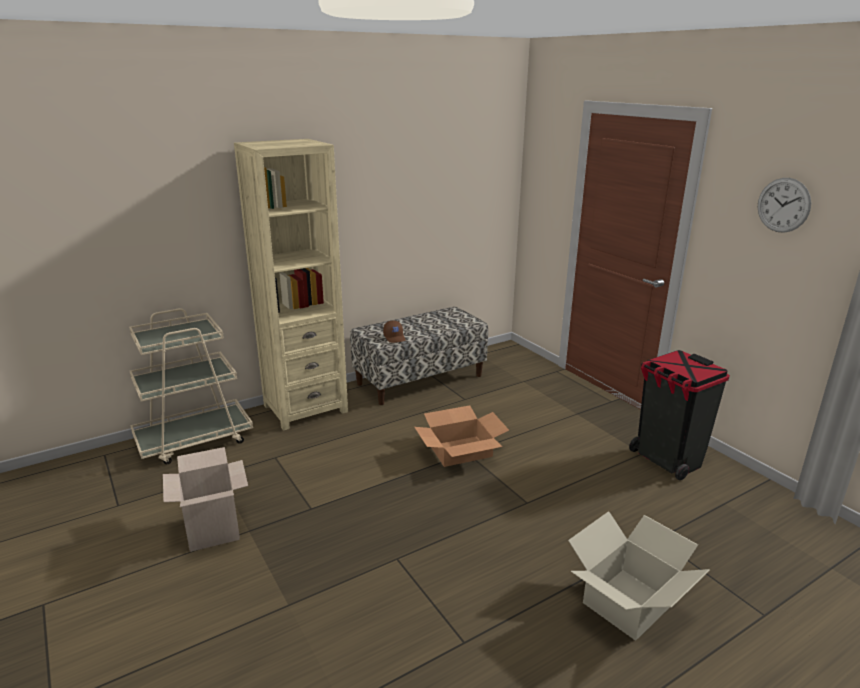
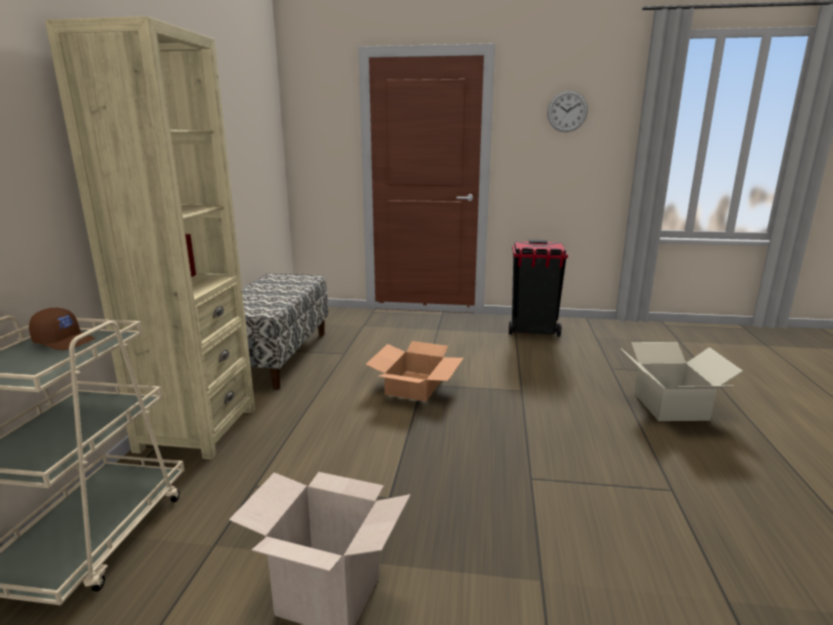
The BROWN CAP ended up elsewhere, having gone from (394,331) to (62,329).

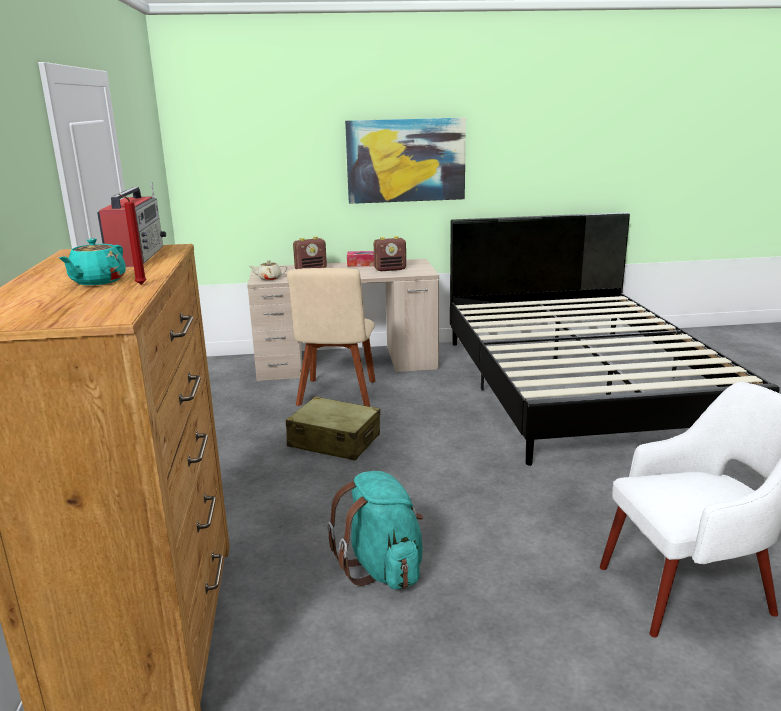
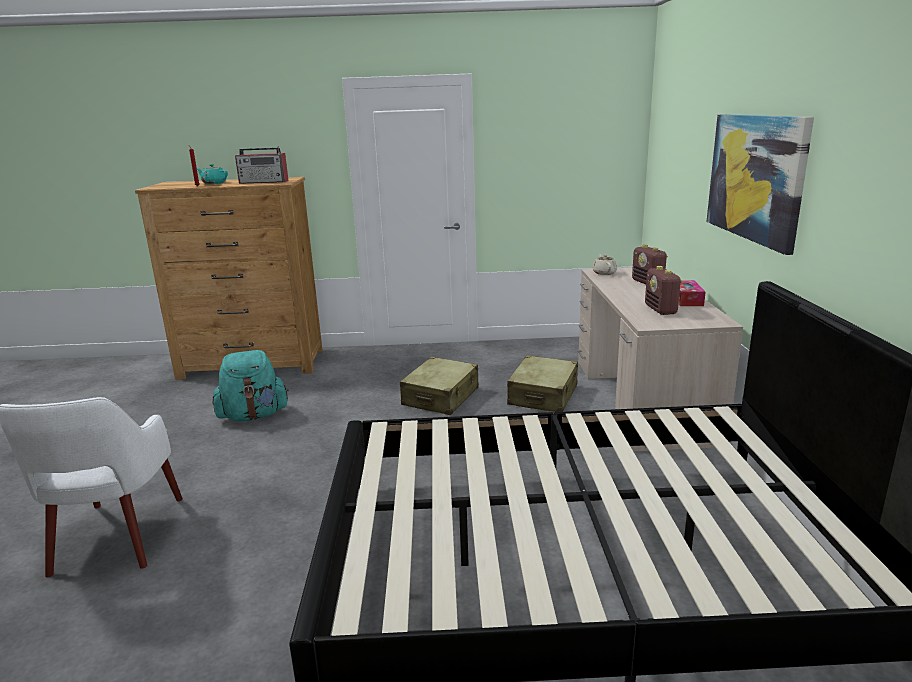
Where the BEIGE CHAIR stood at (331,337), the BEIGE SUITCASE came to stand at (542,383).

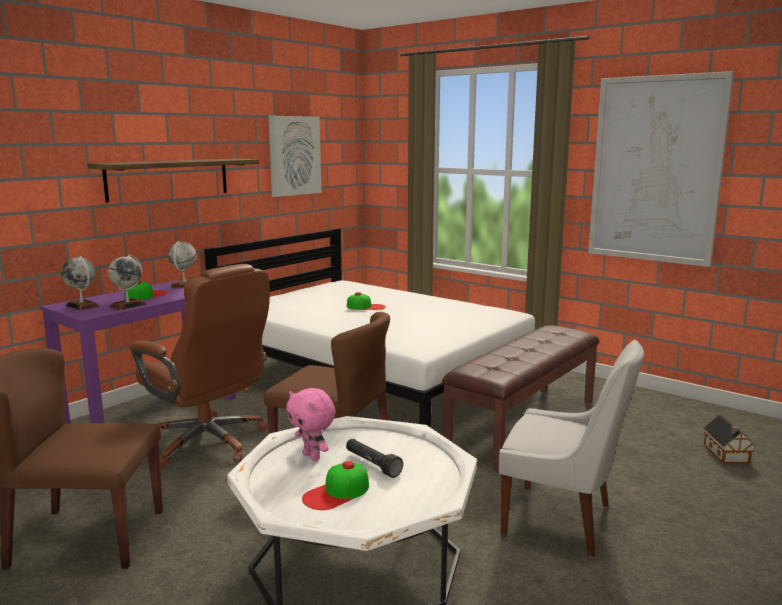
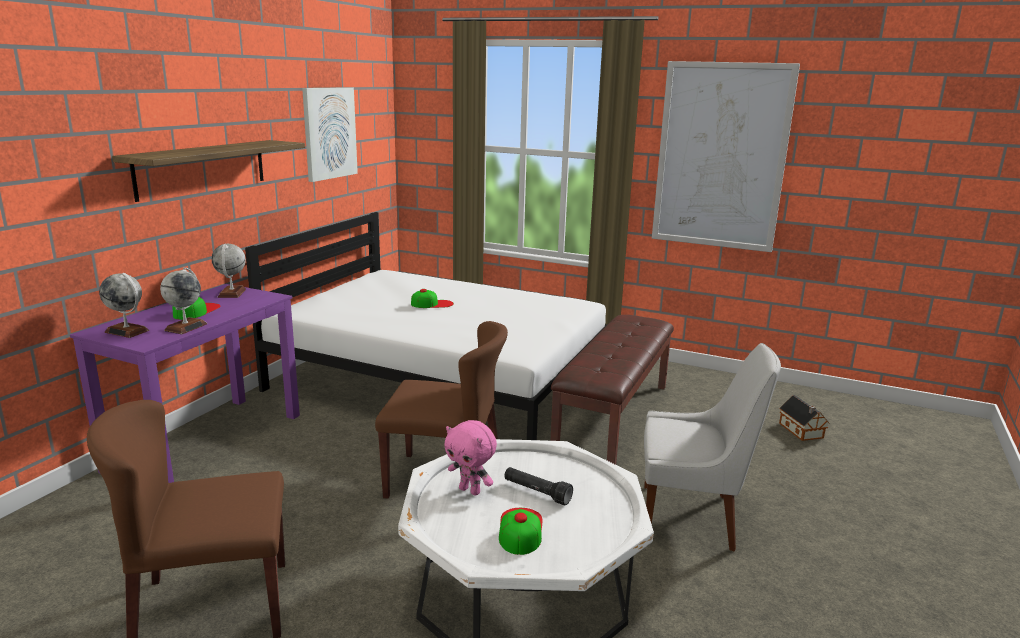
The CAP at (335,485) ended up facing another way, 150 degrees clockwise from before.
The second view lost the BROWN OFFICE CHAIR at (199,366).

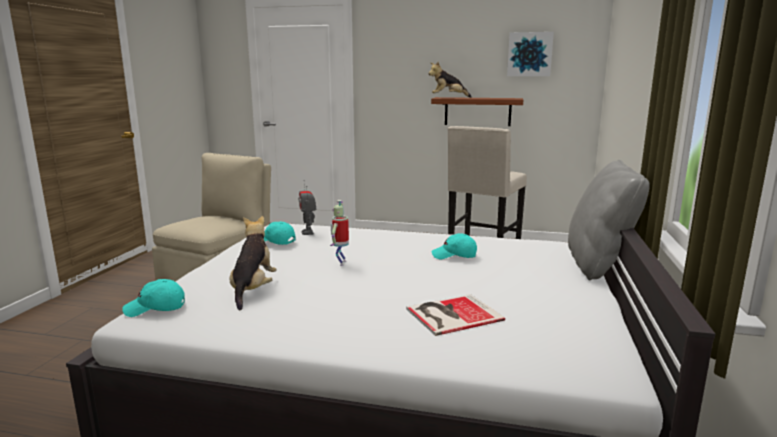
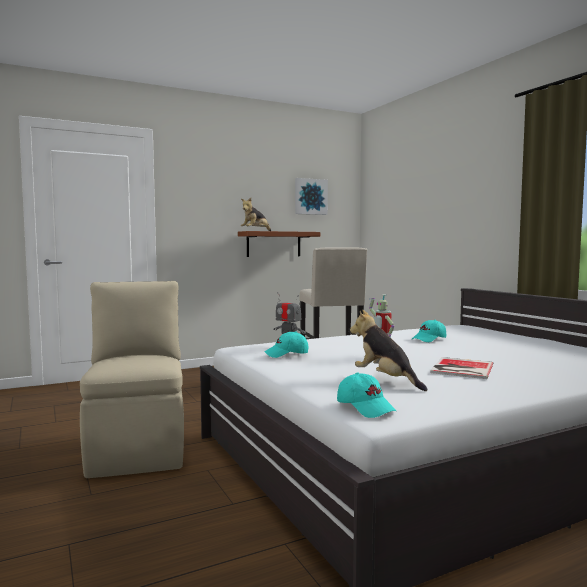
The TURQUOISE CAP at (153,298) ended up facing another way, 75 degrees counterclockwise from before.
The BOOK ended up elsewhere, having gone from (455,315) to (461,368).
The second view lost the GREY PILLOW at (609,220).

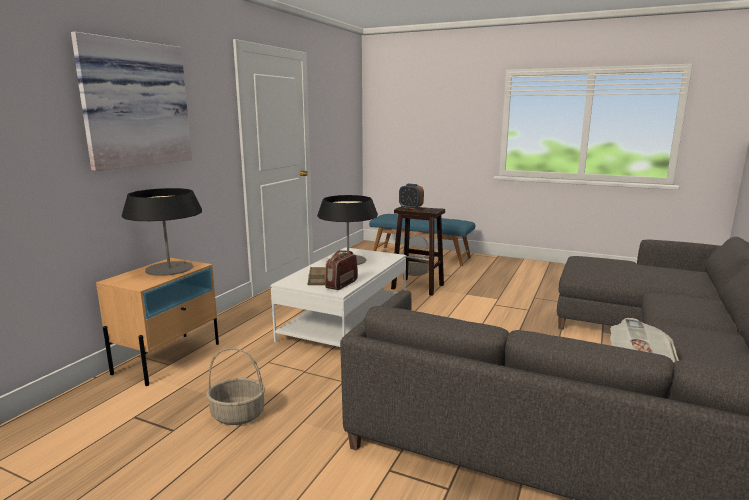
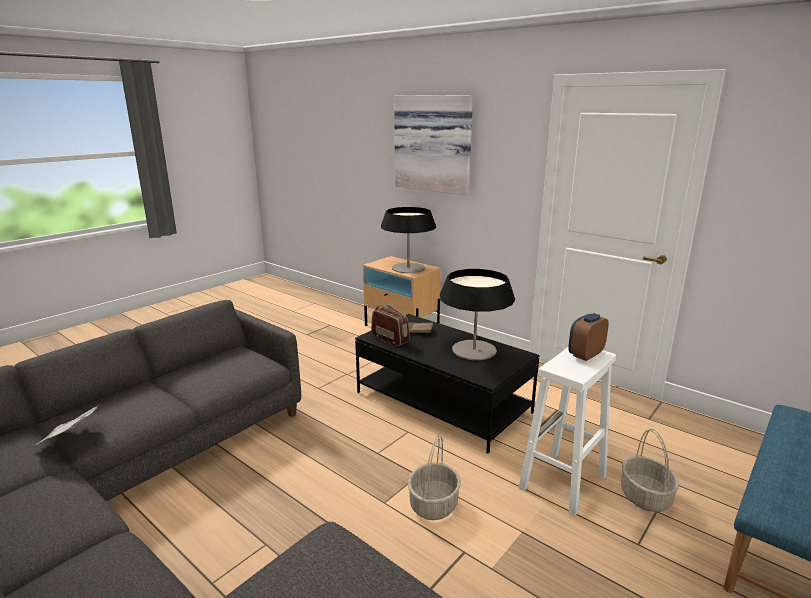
What was the WHITE COFFEE TABLE at (338,297) turned into the BLACK COFFEE TABLE at (447,383).
The BASKET ended up elsewhere, having gone from (235,386) to (434,478).
What was the BROWN STOOL at (418,251) turned into the WHITE STOOL at (567,431).

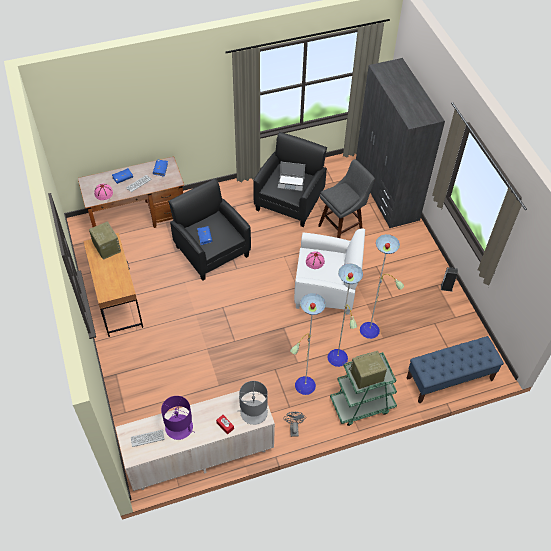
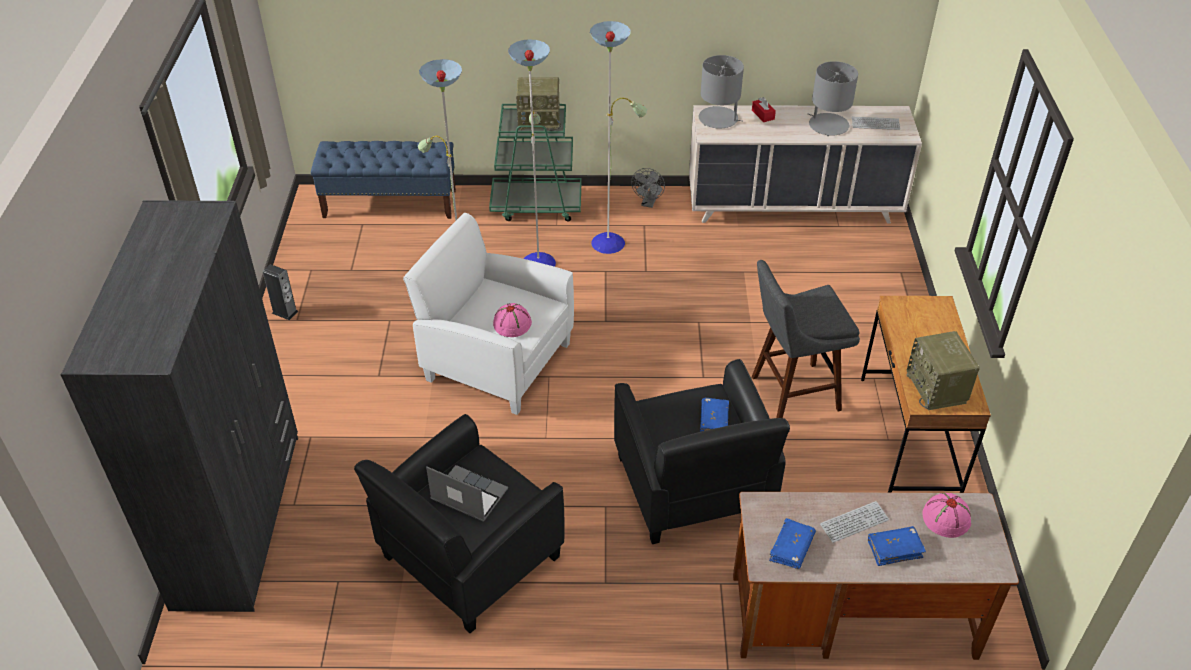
The GREY STOOL ended up elsewhere, having gone from (346,198) to (806,339).
What was the PURPLE TABLE LAMP at (177,418) turned into the GREY TABLE LAMP at (832,98).

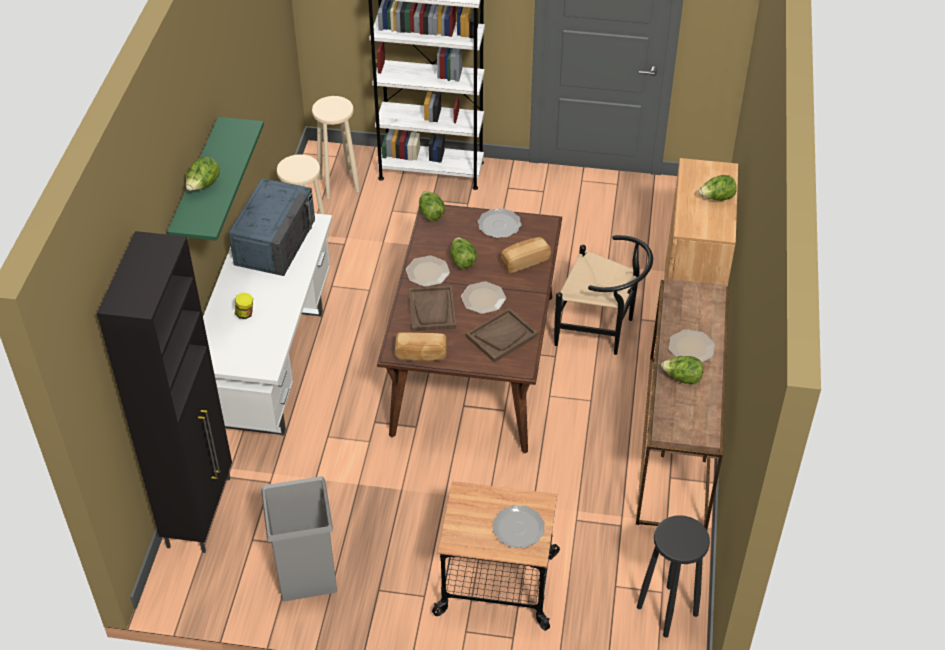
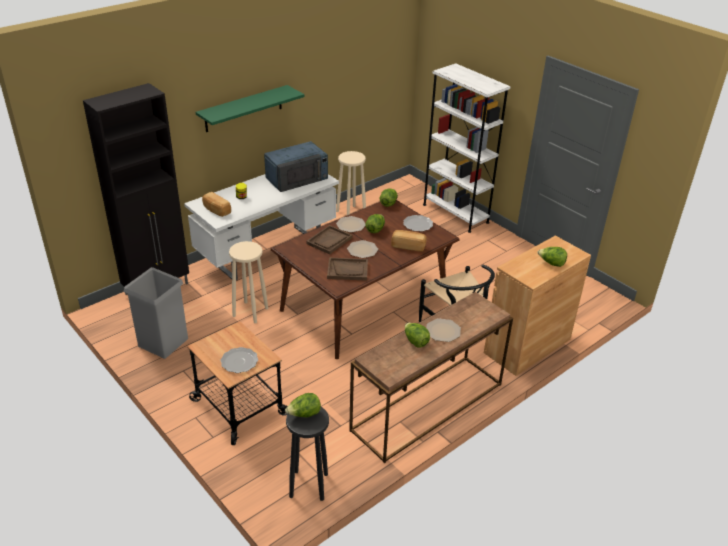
The BREAD ended up elsewhere, having gone from (421,346) to (216,204).
The BEIGE STOOL ended up elsewhere, having gone from (336,147) to (248,282).
The LETTUCE ended up elsewhere, having gone from (203,174) to (303,405).

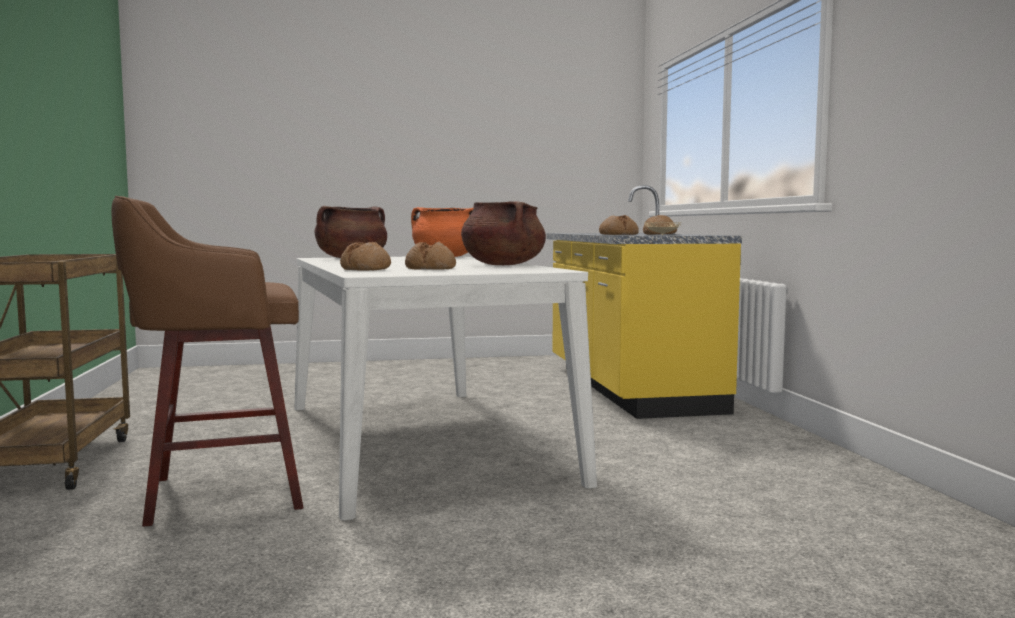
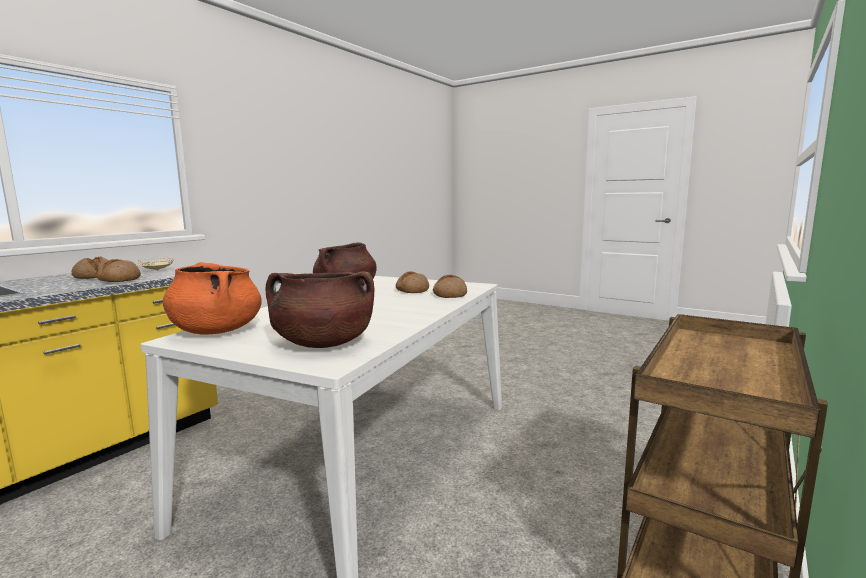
The second view lost the BROWN STOOL at (207,361).

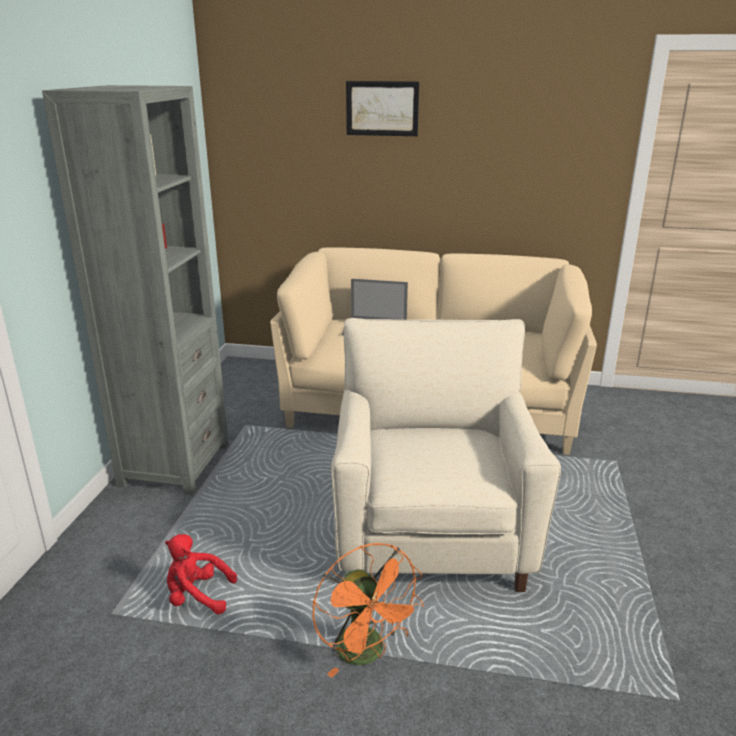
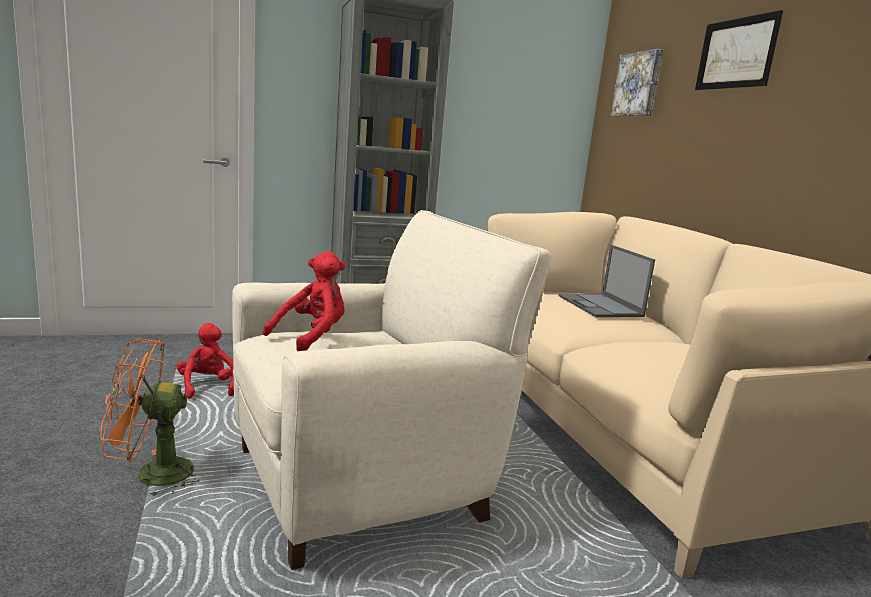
The ORANGE FAN at (368,610) ended up facing another way, 45 degrees clockwise from before.
The second view gained the RED PLUSH TOY at (304,301).
The second view gained the PICTURE at (637,82).

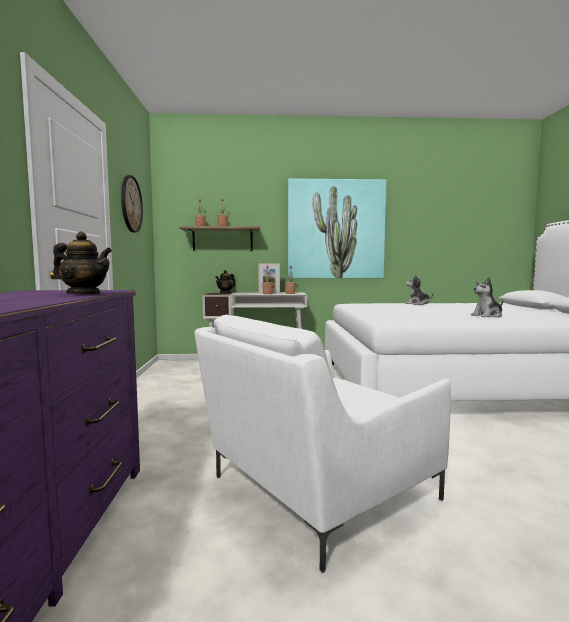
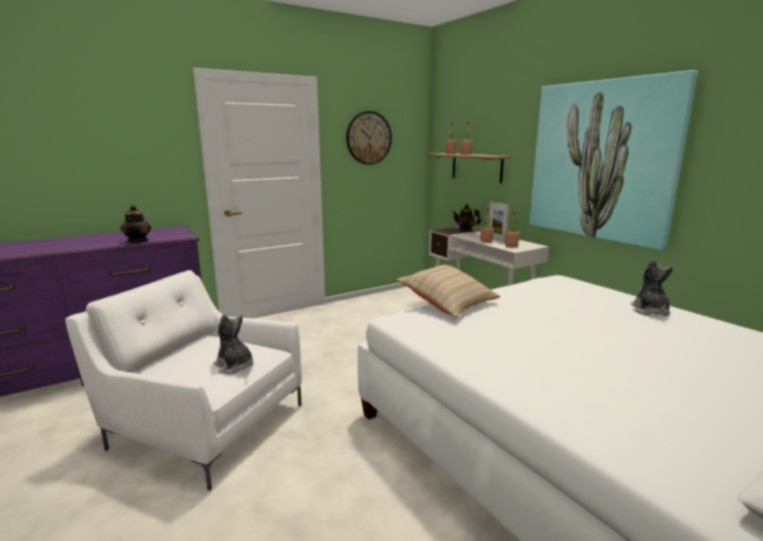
The PLUSH TOY ended up elsewhere, having gone from (487,297) to (233,344).
The second view gained the BEIGE PILLOW at (449,291).

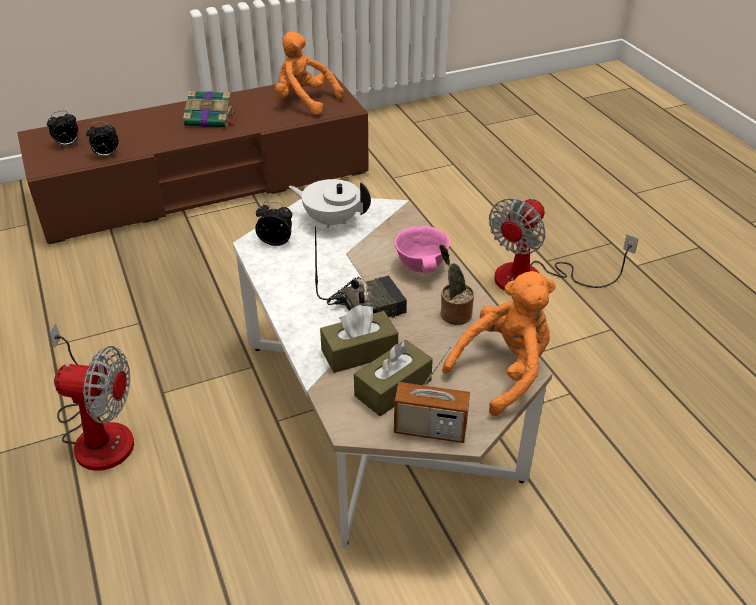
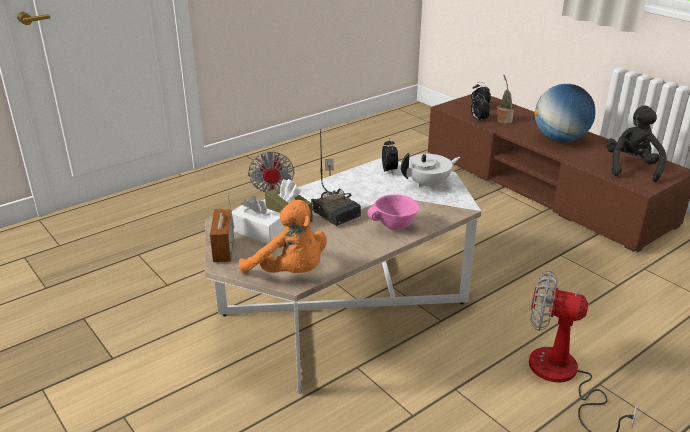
What was the BROWN TISSUE BOX at (393,378) turned into the WHITE TISSUE BOX at (259,220).
The WHITE TEAPOT at (330,204) ended up facing another way, 60 degrees clockwise from before.
The POTTED PLANT ended up elsewhere, having gone from (456,284) to (505,99).
Where the BOOK stood at (209,109), the GLOBE came to stand at (564,113).
What was the ORANGE PLUSH TOY at (309,73) turned into the BLACK PLUSH TOY at (636,143).

